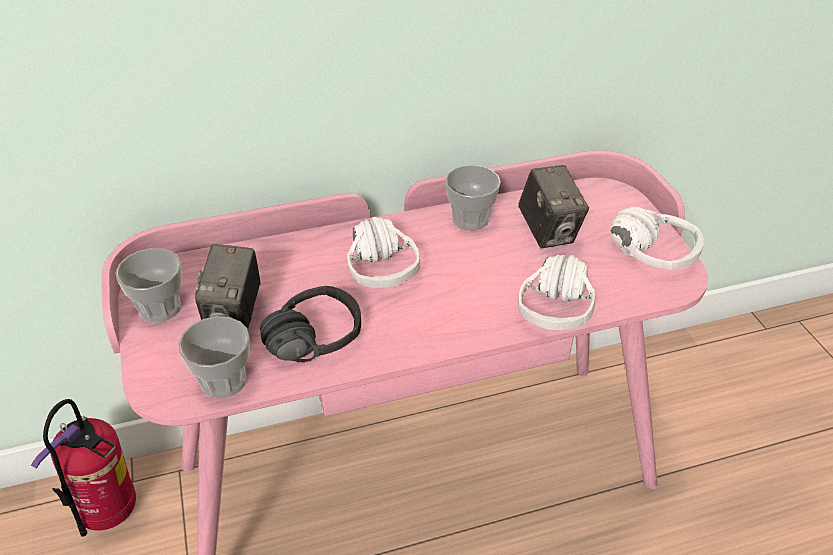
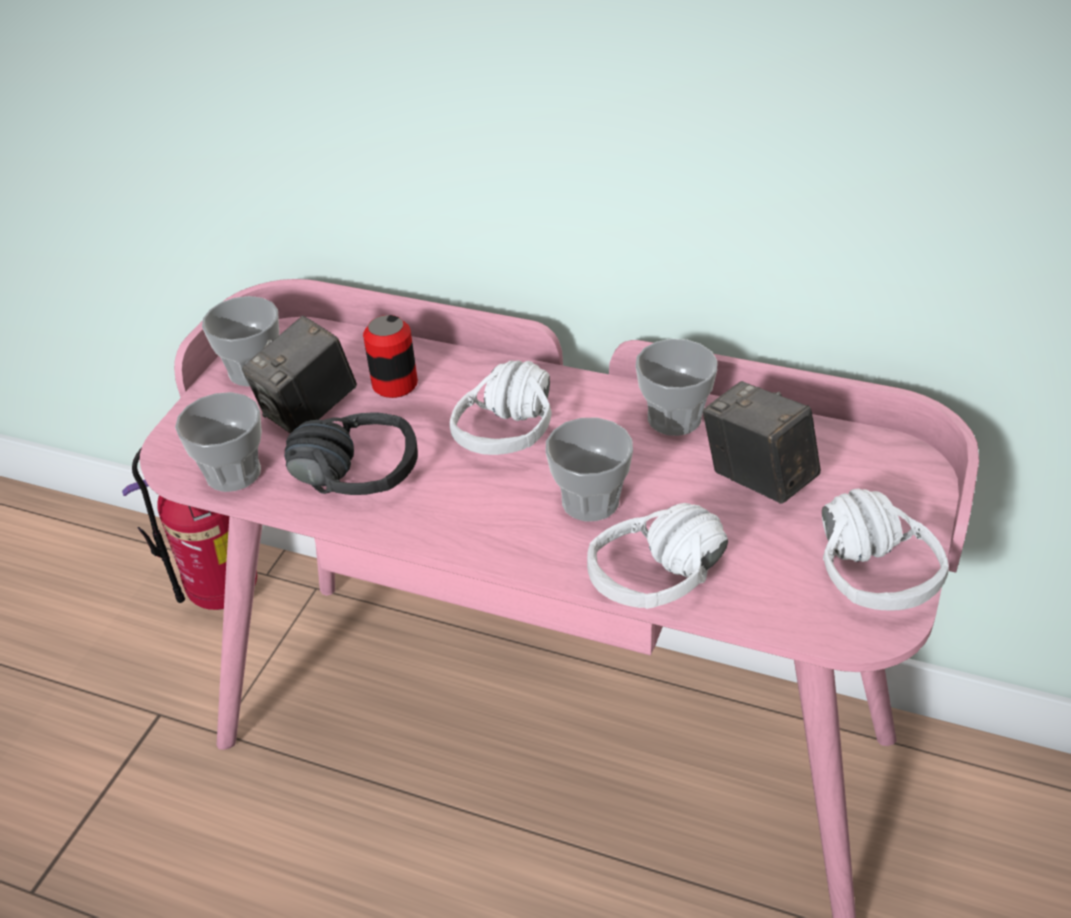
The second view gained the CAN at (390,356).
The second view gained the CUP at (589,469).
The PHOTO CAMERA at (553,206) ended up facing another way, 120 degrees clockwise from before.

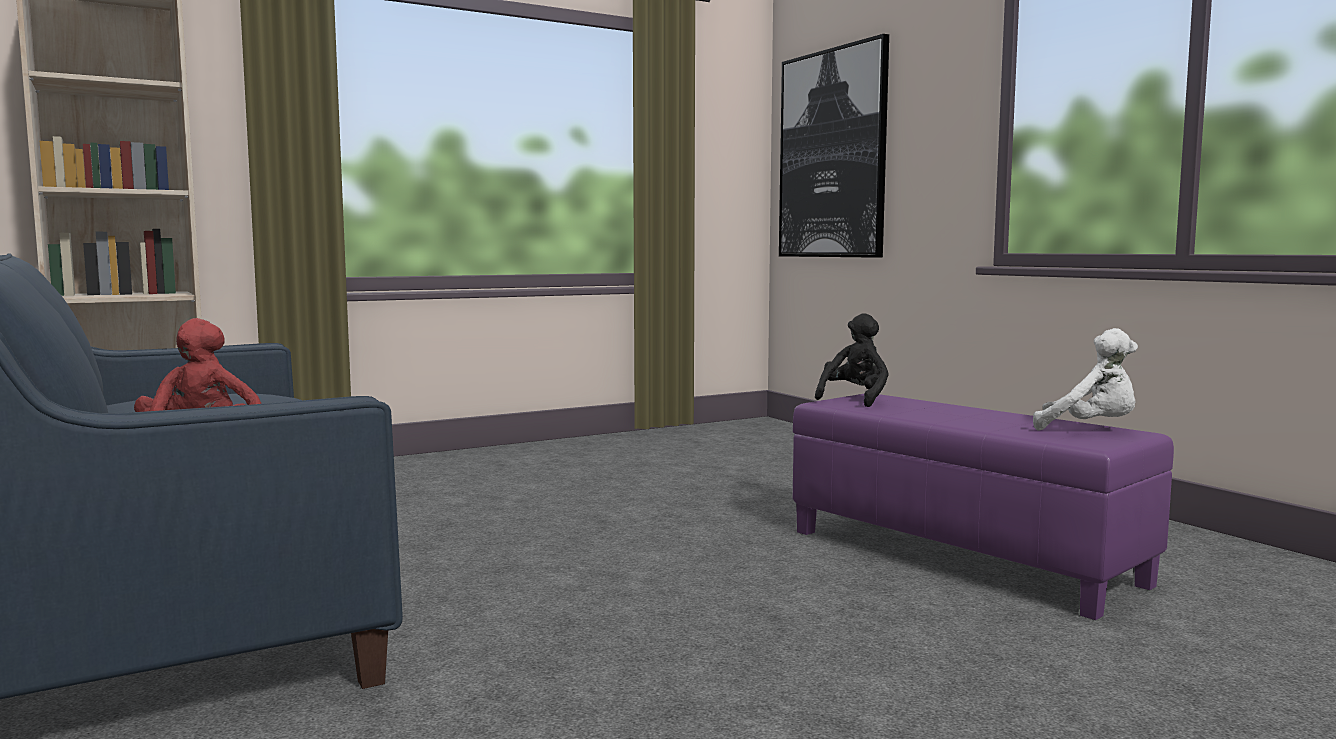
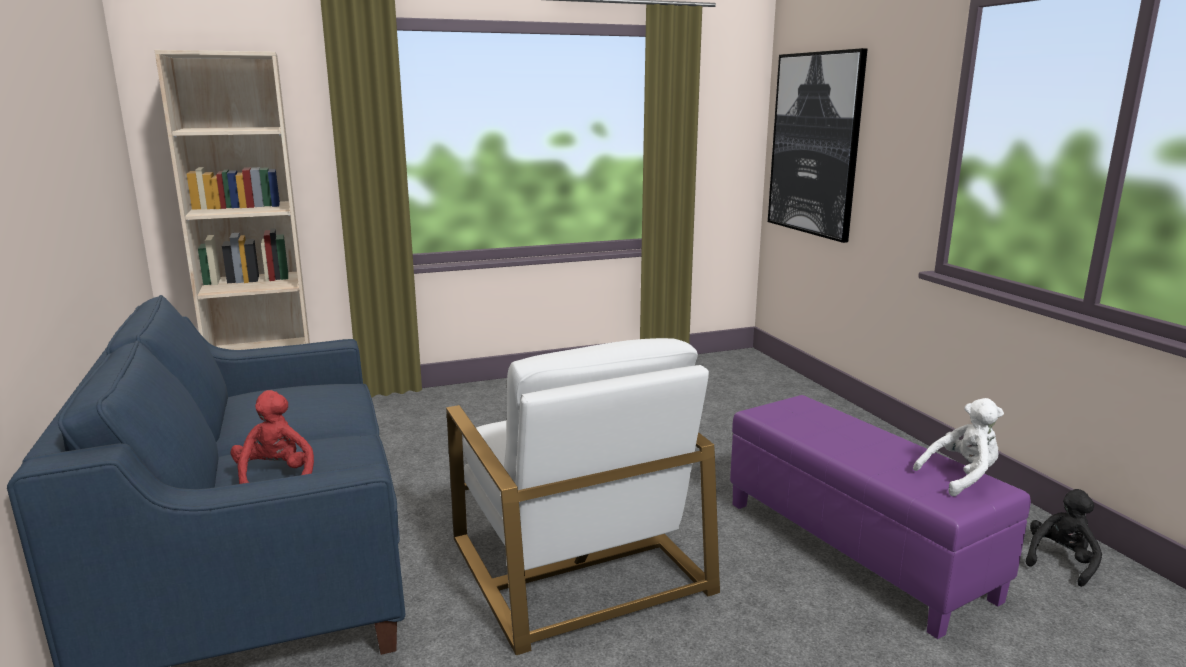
The second view gained the WHITE ARMCHAIR at (583,496).
The WHITE PLUSH TOY at (1085,379) ended up facing another way, 60 degrees counterclockwise from before.
The BLACK PLUSH TOY ended up elsewhere, having gone from (852,360) to (1063,538).

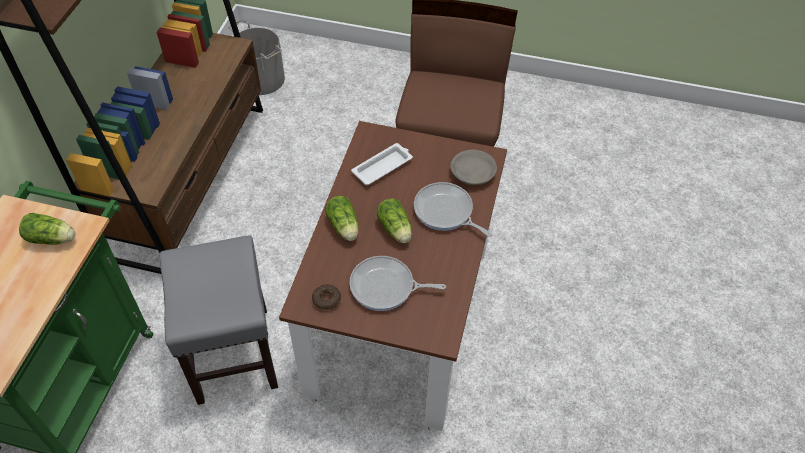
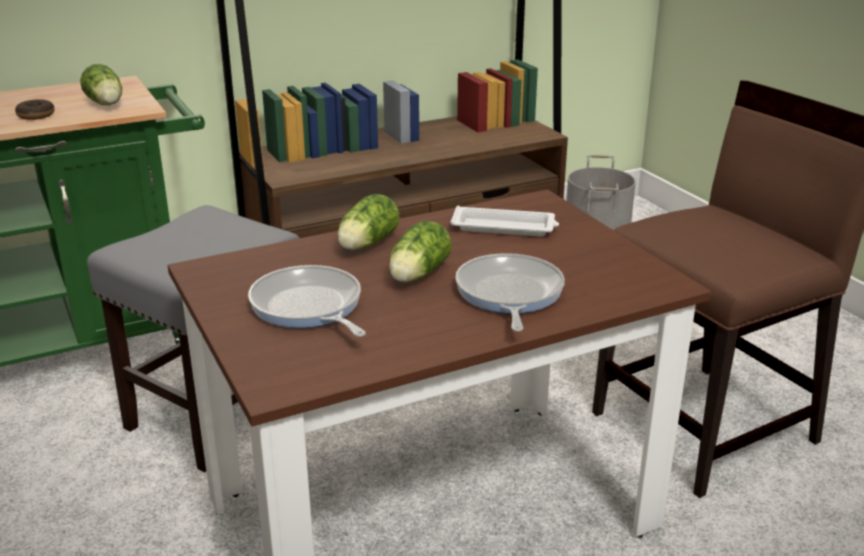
The DONUT ended up elsewhere, having gone from (326,297) to (35,109).
The second view lost the GREY BOWL at (473,167).

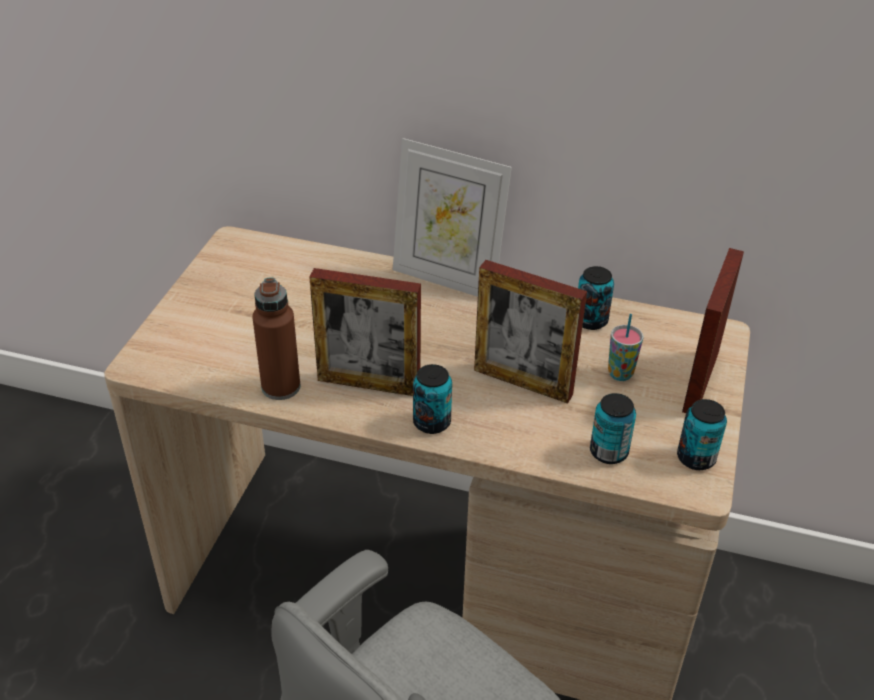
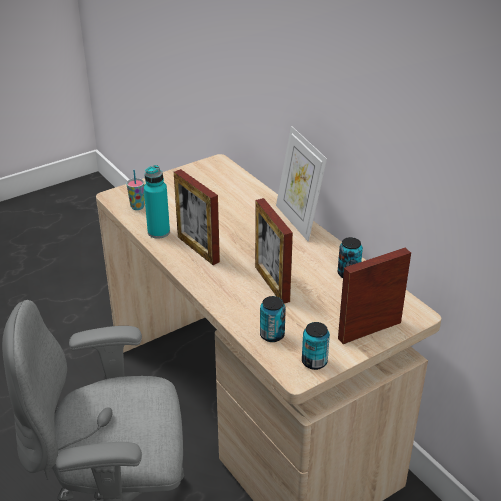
The CUP ended up elsewhere, having gone from (626,347) to (135,190).
What was the BROWN BOTTLE at (276,339) turned into the TURQUOISE BOTTLE at (157,202).
The second view lost the CAN at (432,399).

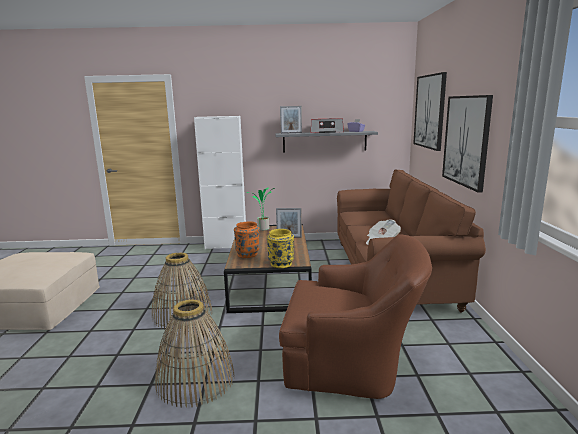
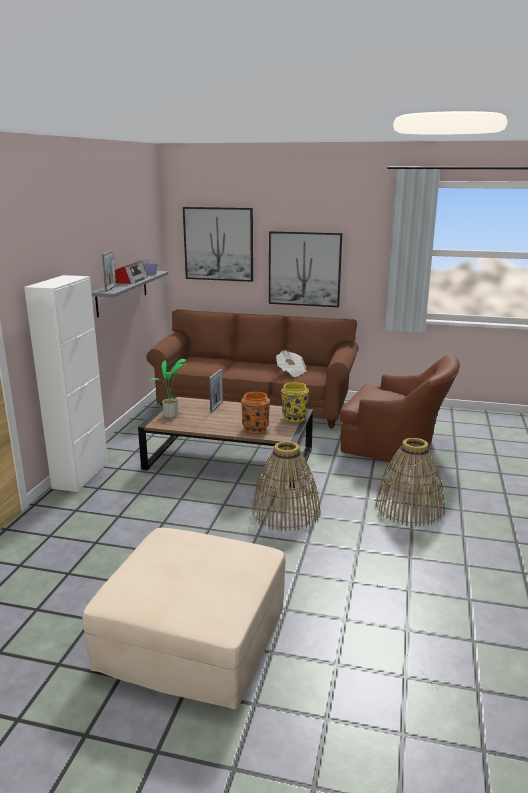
The BROWN ARMCHAIR at (355,316) ended up facing another way, 90 degrees clockwise from before.

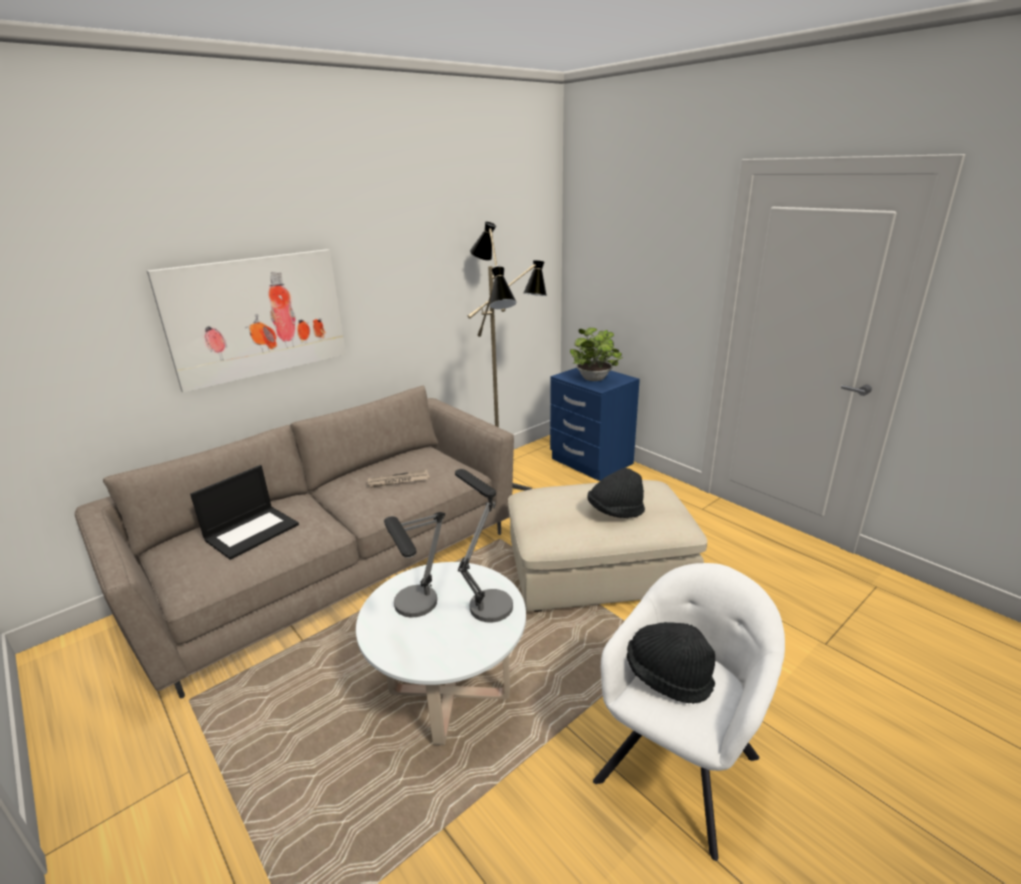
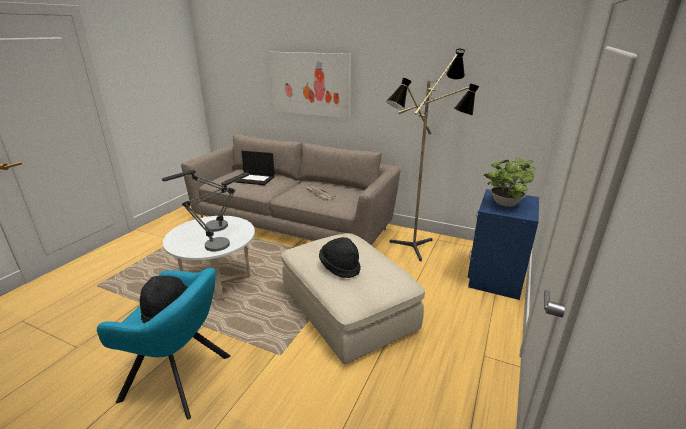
What was the WHITE ARMCHAIR at (689,712) turned into the TURQUOISE ARMCHAIR at (163,344).

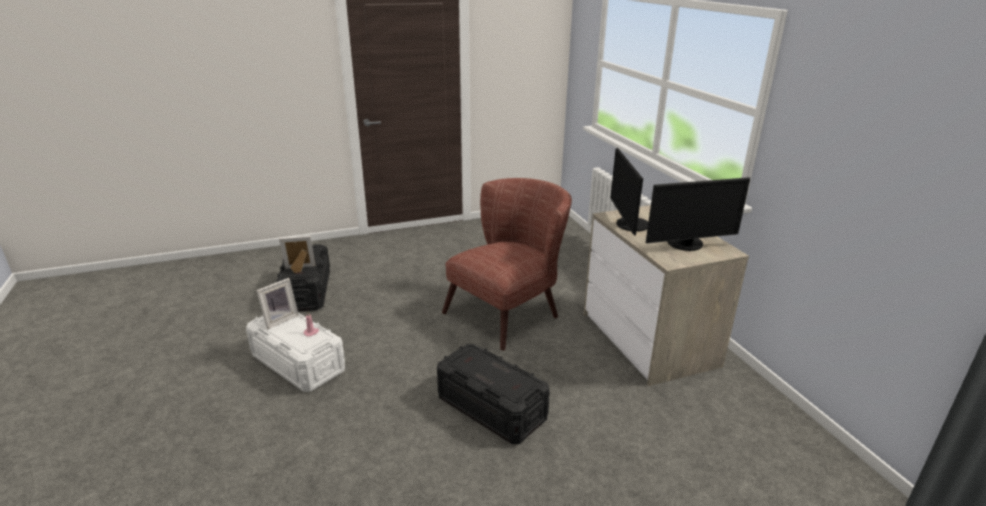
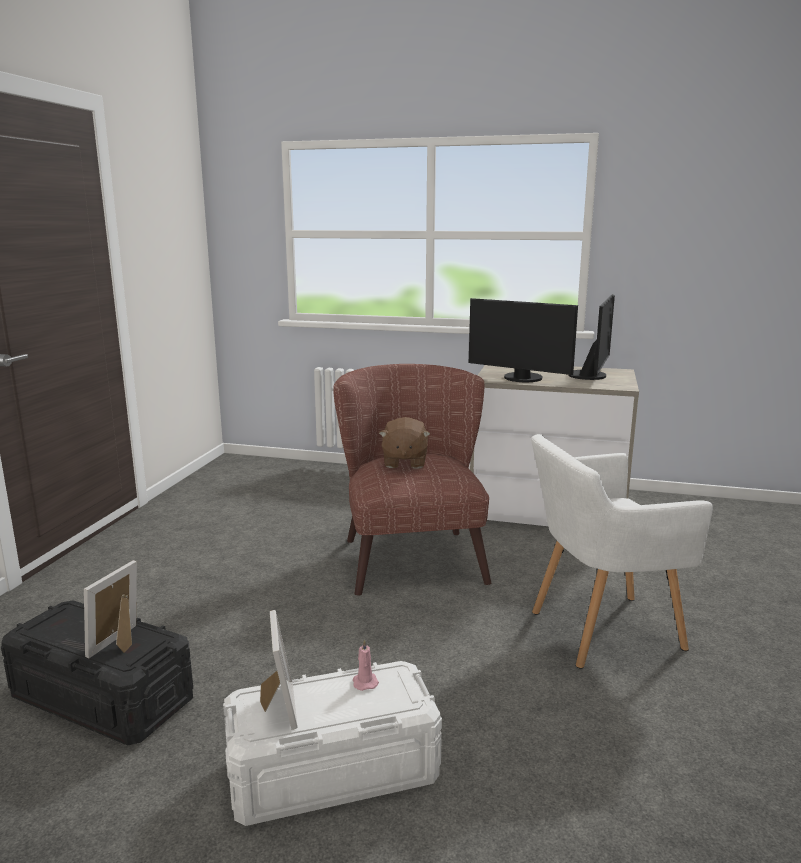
The second view gained the BROWN PLUSH TOY at (404,442).
Where the BLACK STORAGE BOX stood at (493,394), the WHITE ARMCHAIR came to stand at (622,551).

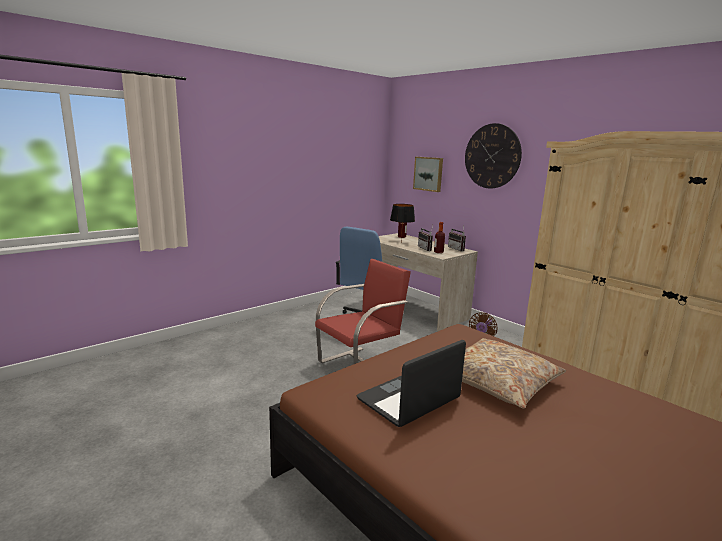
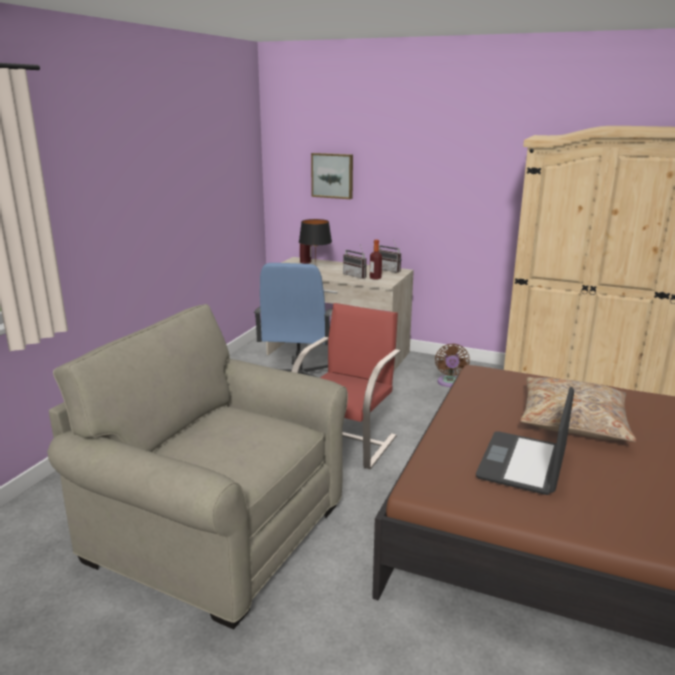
The second view gained the BEIGE ARMCHAIR at (197,466).
The second view lost the WALL CLOCK at (493,156).

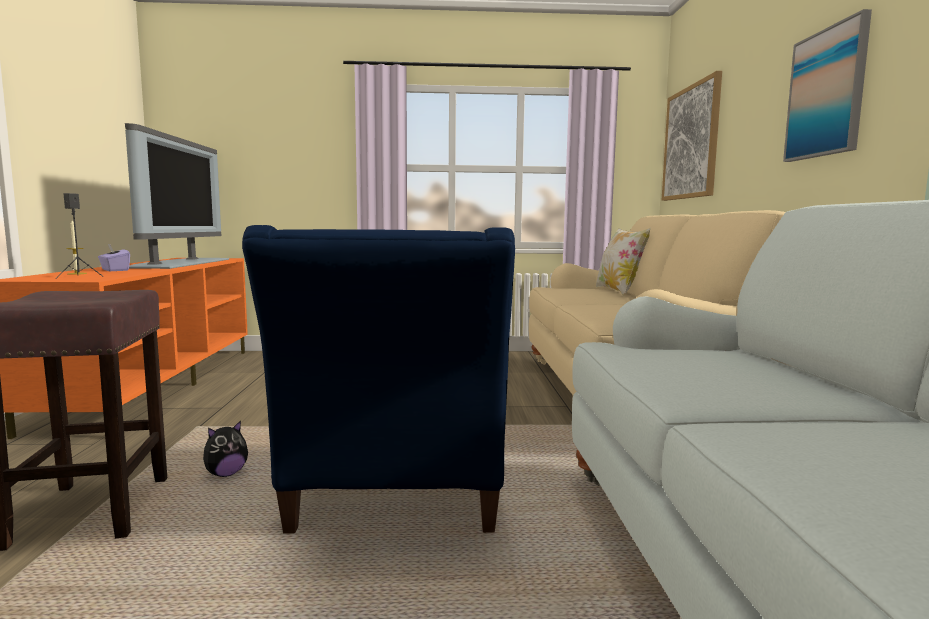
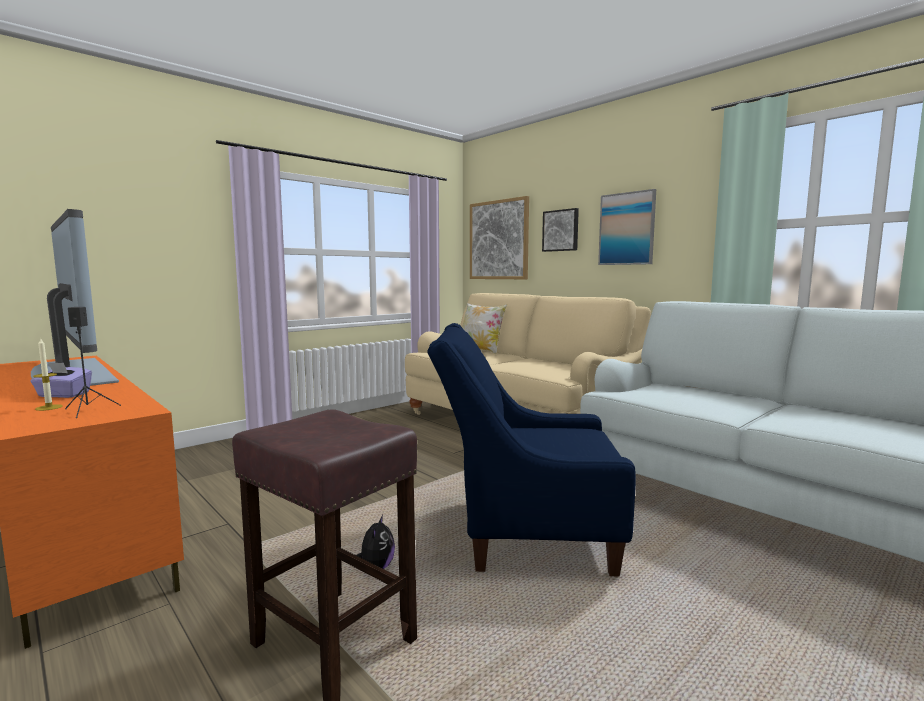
The BLUE ARMCHAIR at (378,379) ended up facing another way, 135 degrees clockwise from before.
The second view gained the PICTURE at (560,230).

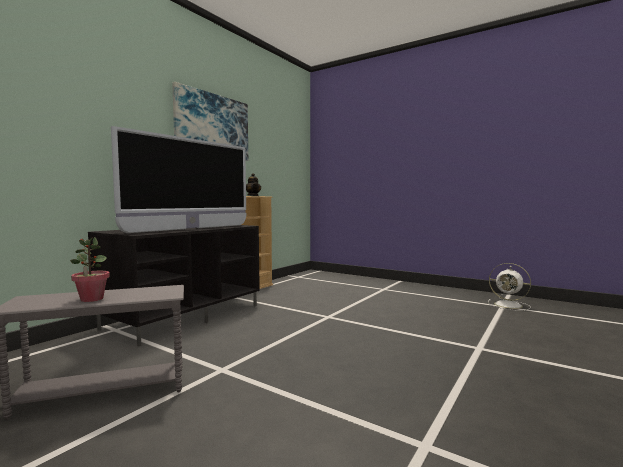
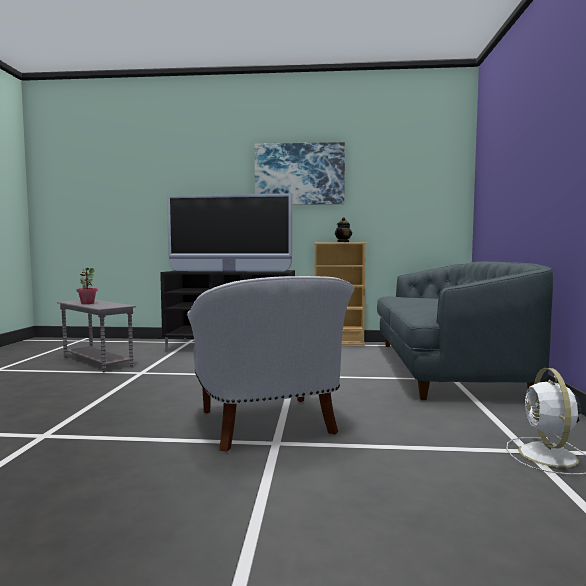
The second view gained the WHITE ARMCHAIR at (270,364).
The second view gained the GREY SOFA at (465,330).

